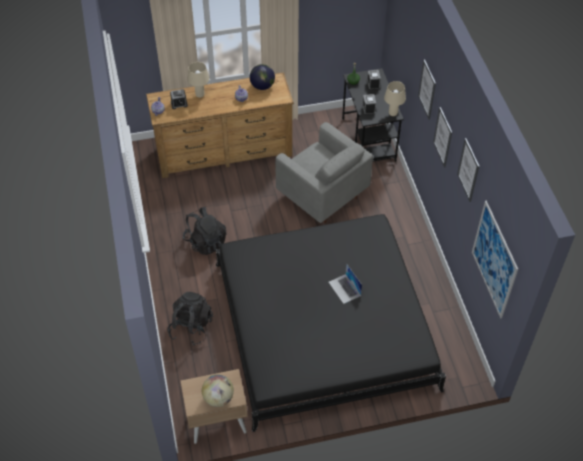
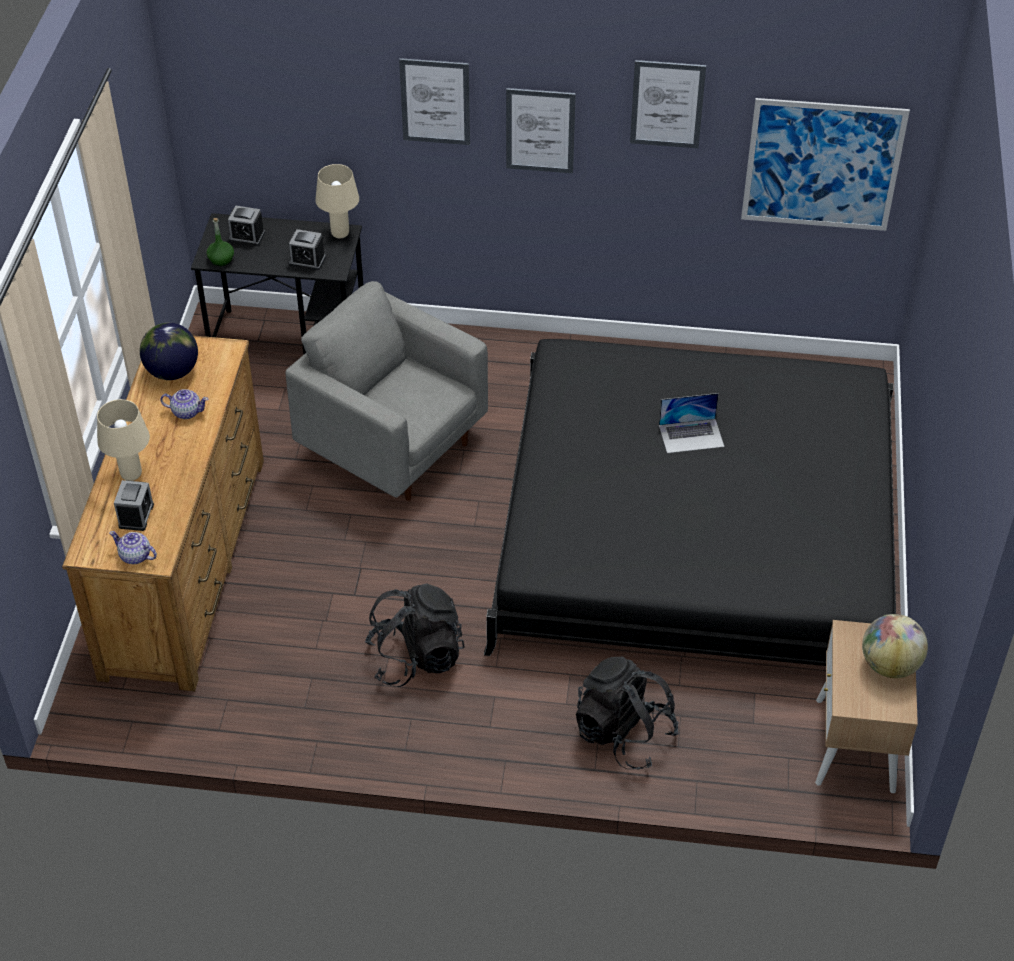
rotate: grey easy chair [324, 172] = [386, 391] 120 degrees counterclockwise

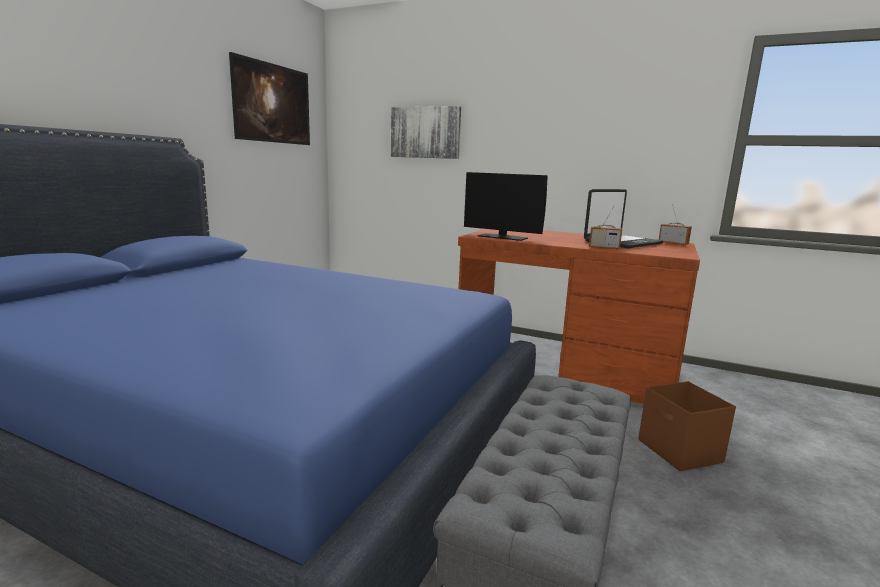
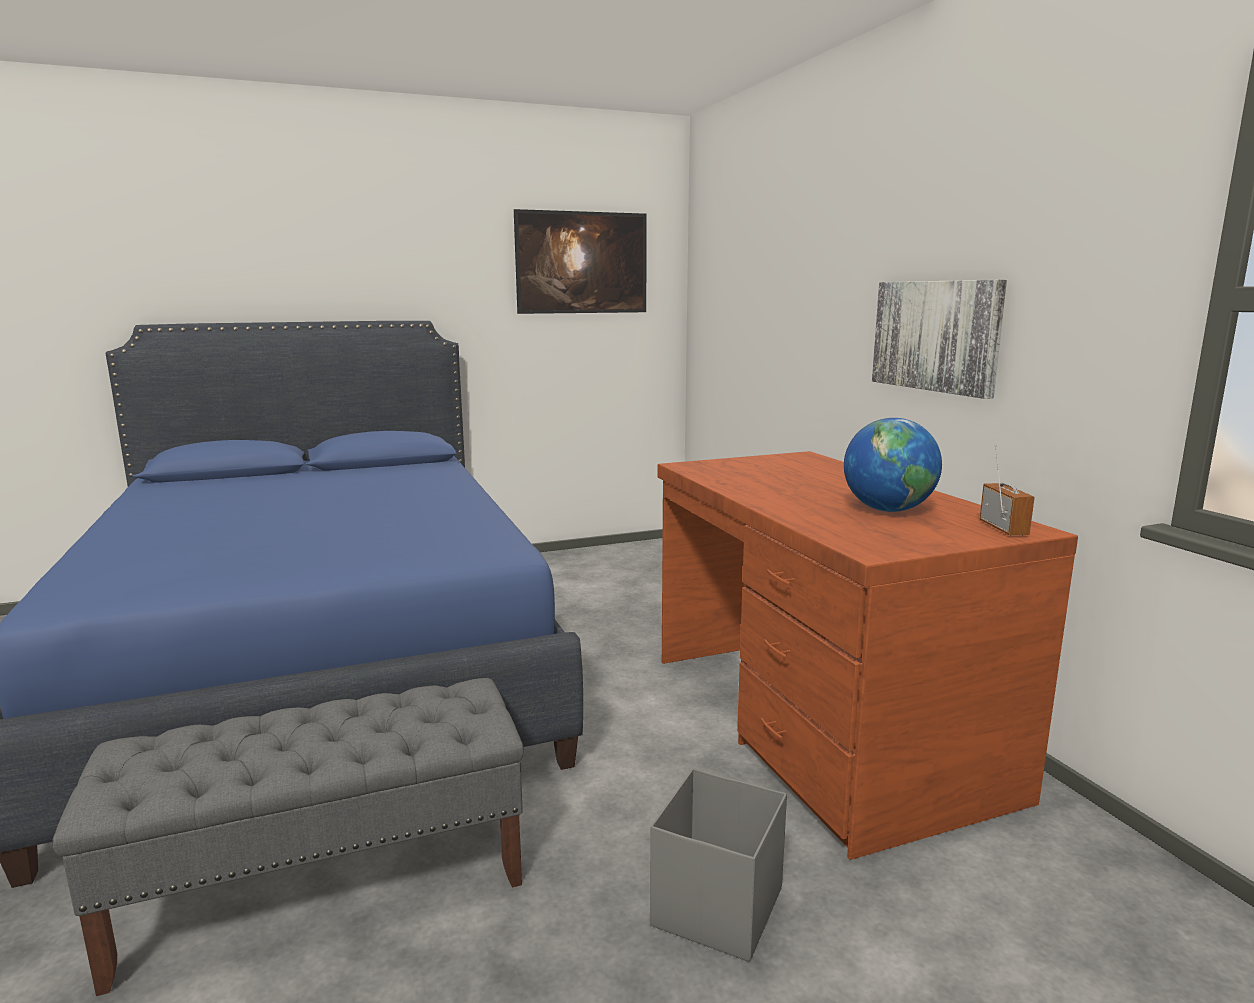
delete: computer display [506, 206]; radio set [605, 227]
move: picture [426, 132] to [939, 339]
replace: notebook computer [623, 218] to world globe [893, 465]
recolor: brown-coloured storage box [687, 426] to grey storage box [718, 865]

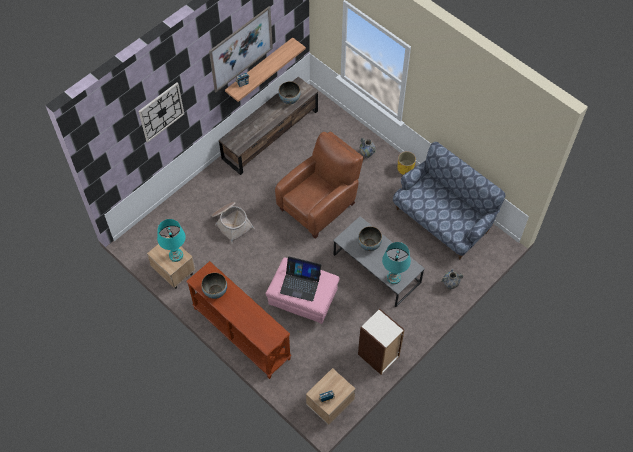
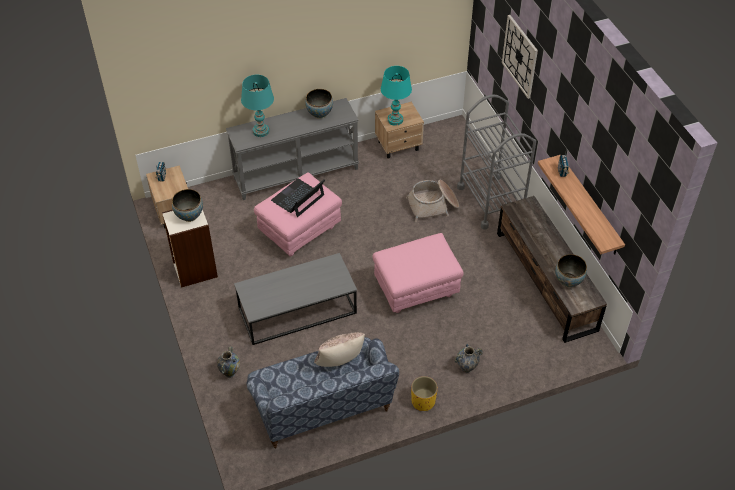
delete: picture [241, 49]
insert: beige throw pillow [339, 349]; grey wheeled cart [496, 161]
move: deep dish [370, 238] to [187, 205]; turquoise table lamp [396, 263] to [257, 106]
replace: brown-coloured easy chair [319, 185] to pink-coloured pouffe [418, 273]
recolor: brown-coloured console table [238, 320] to grey console table [292, 149]

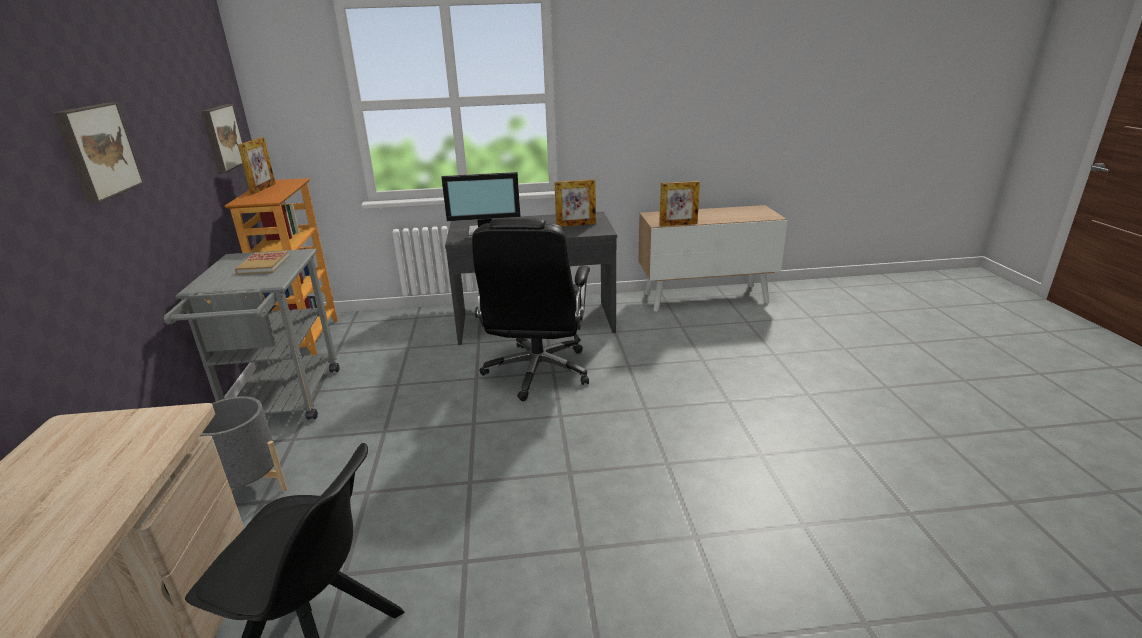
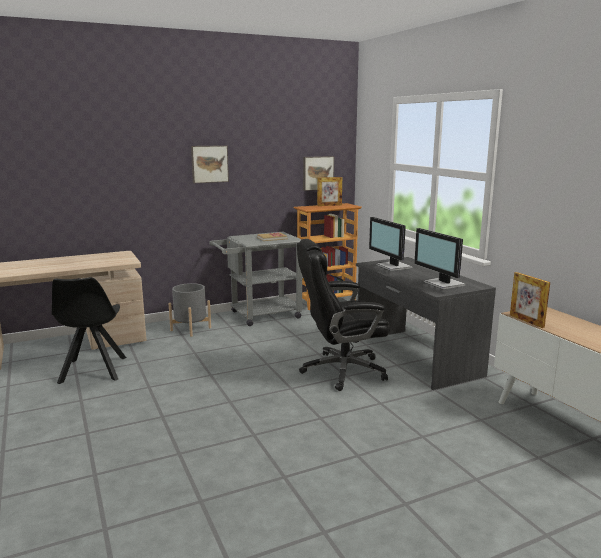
replace: picture frame [575, 203] to computer display [440, 258]

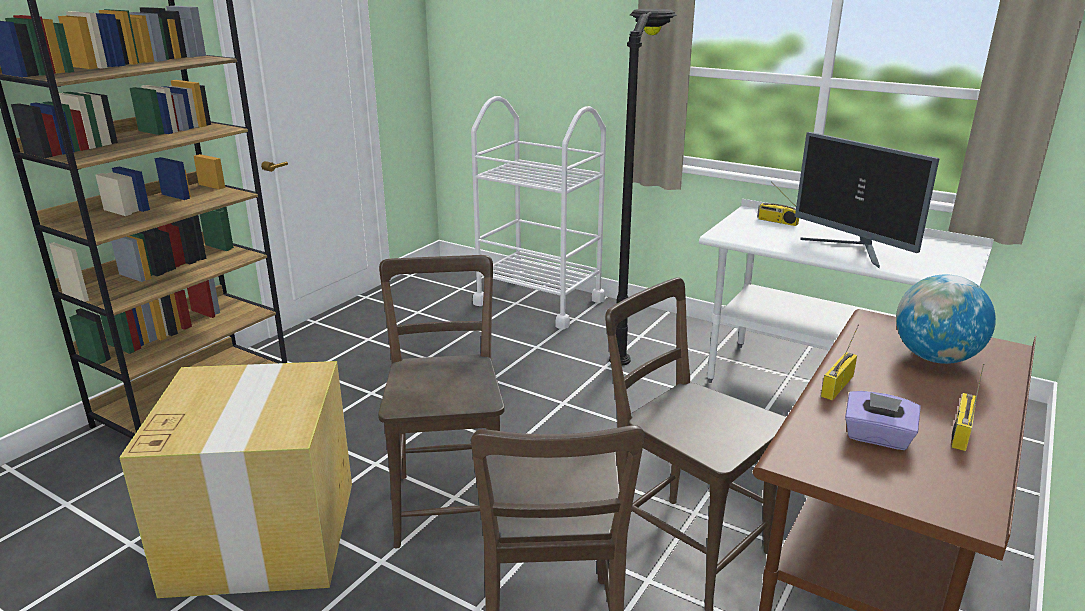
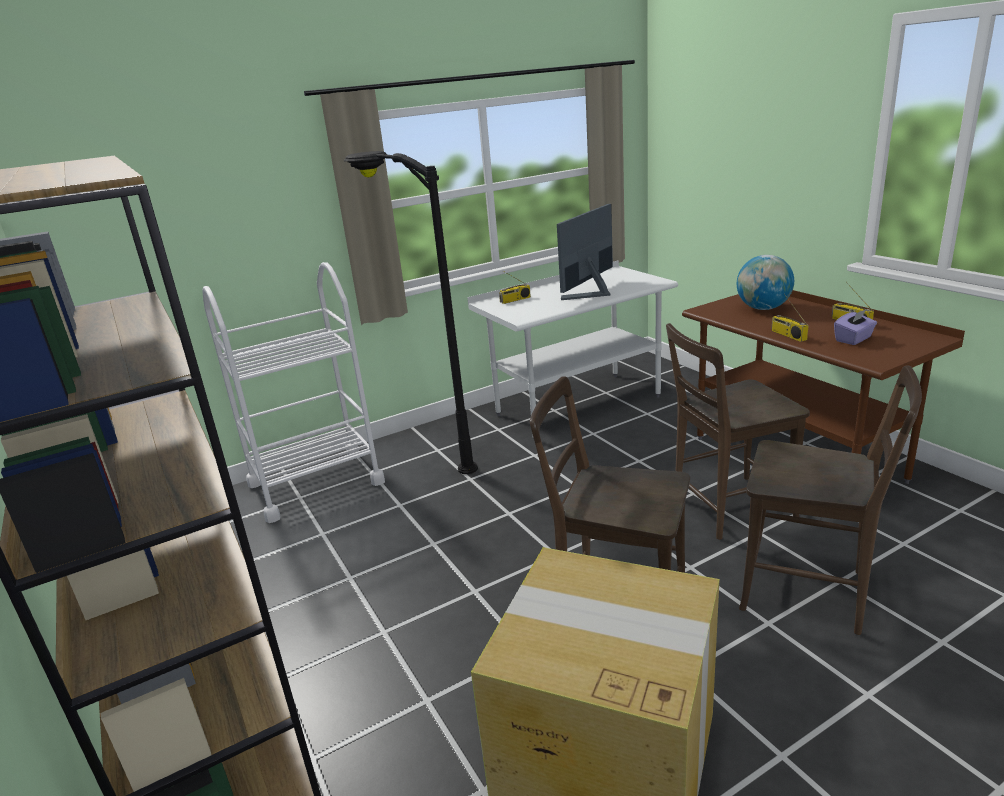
rotate: computer display [867, 200] = [585, 252] 135 degrees clockwise

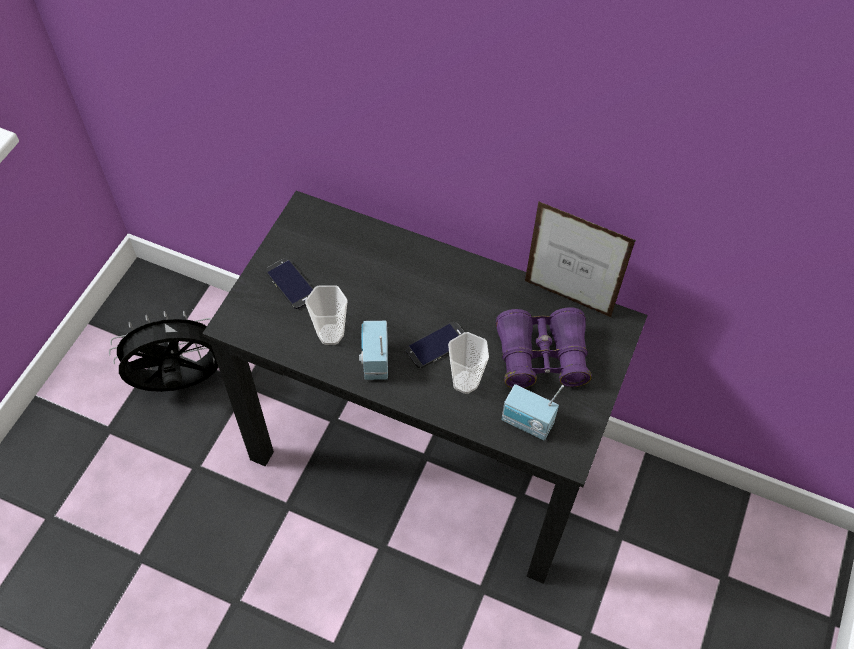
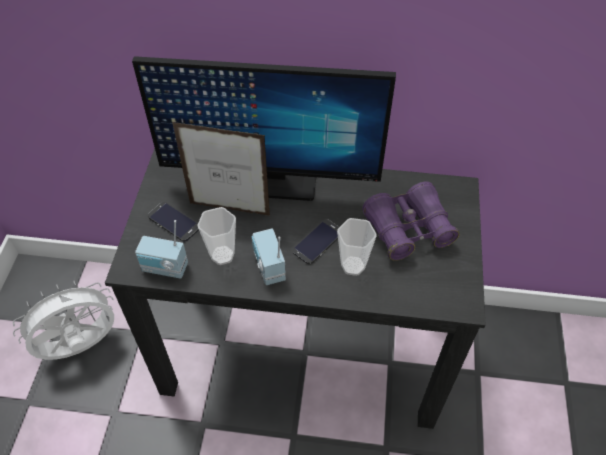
insert: computer display [264, 128]
move: radio set [532, 412] to [161, 249]; picture frame [580, 259] to [221, 169]
recolor: black electric fan [163, 351] to white electric fan [63, 320]

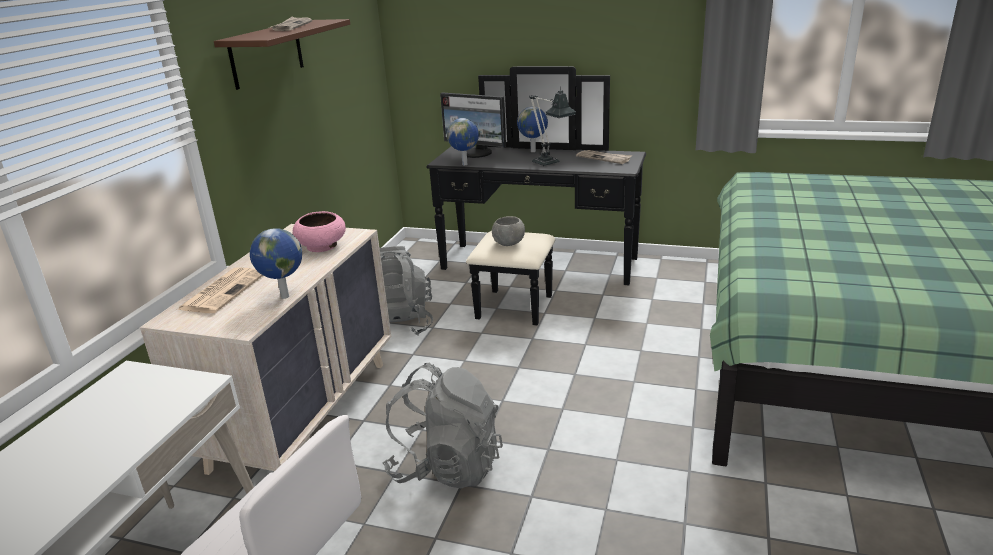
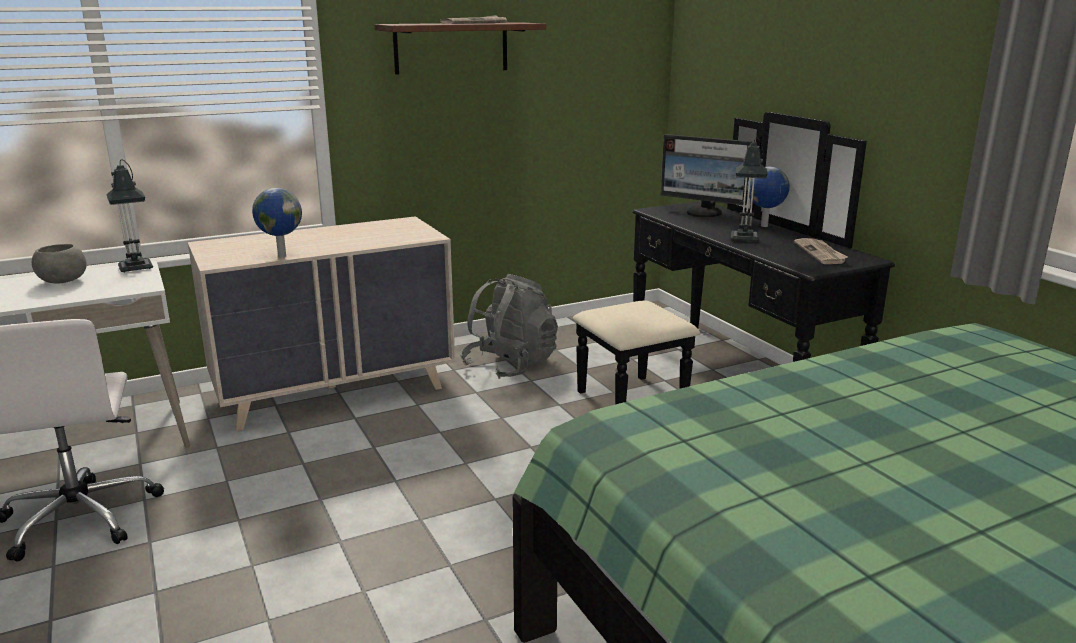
delete: daily paper [220, 290]; pink-coloured deep dish [319, 231]; grey rucksack [443, 425]; world globe [463, 142]
insert: table lamp [129, 215]
move: grey deep dish [508, 231] to [59, 264]
rotate: computer display [473, 125] = [706, 175] 45 degrees counterclockwise

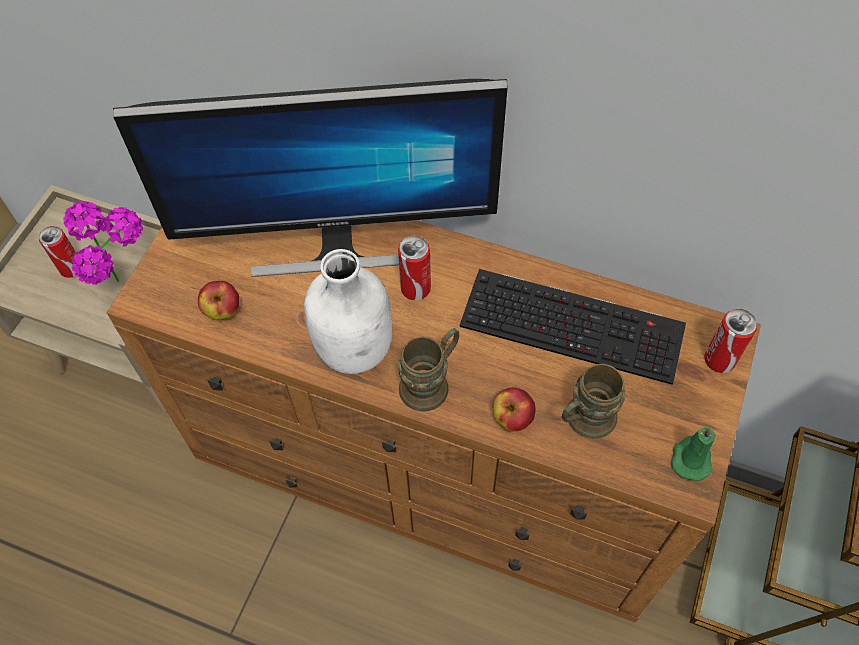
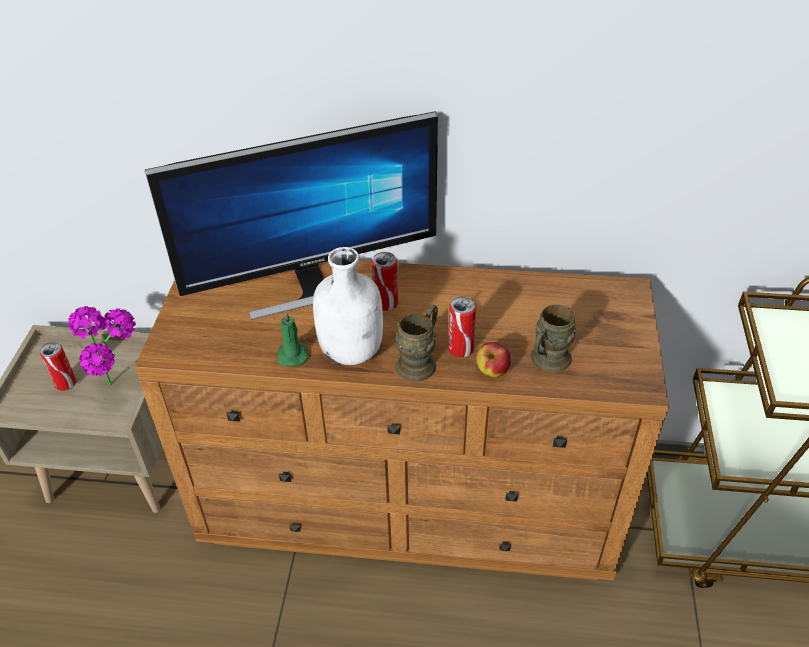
delete: apple fruit [218, 300]; PC keyboard [573, 327]
move: green-coloured candle [693, 453] to [292, 339]; sealed can [731, 341] to [462, 326]

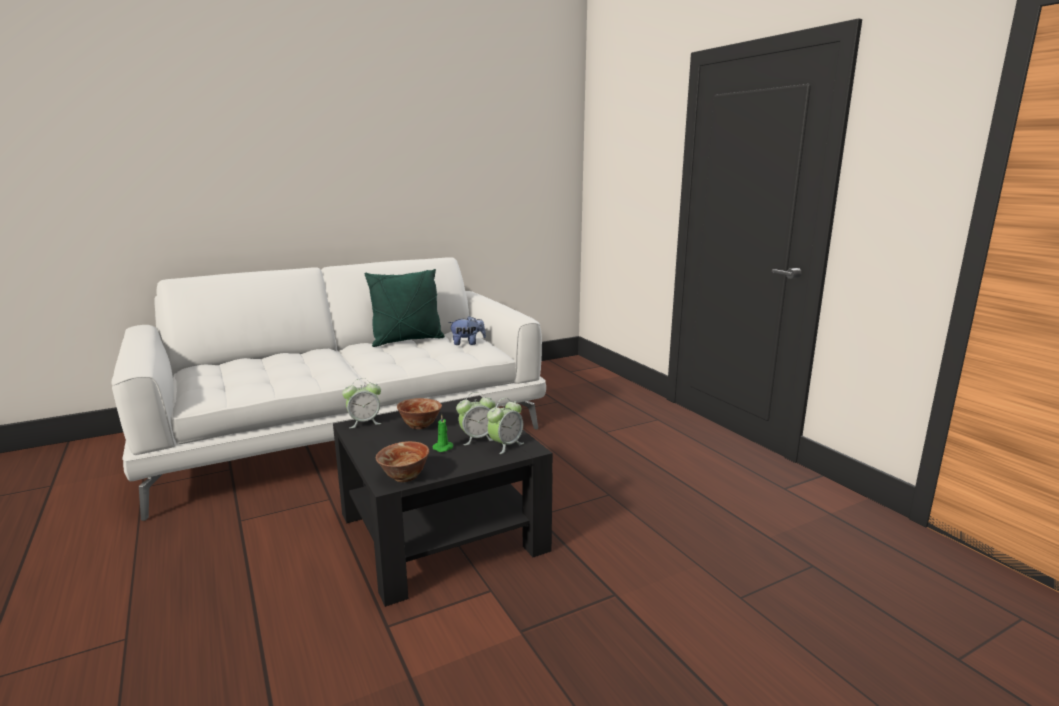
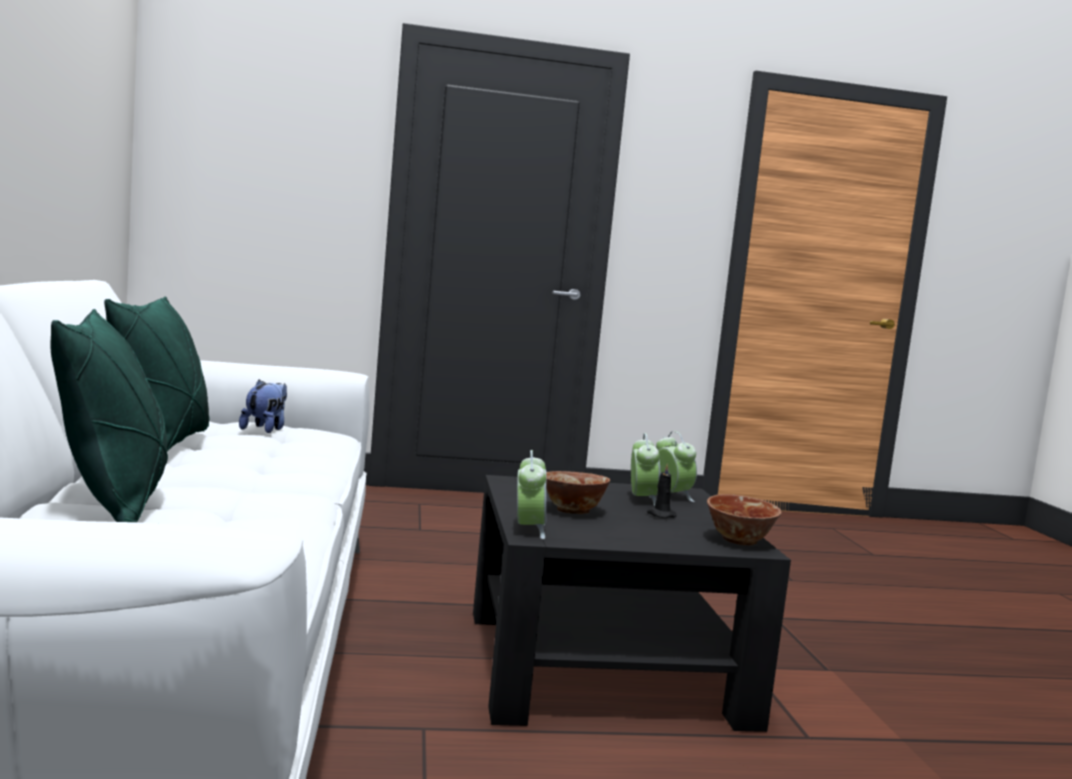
insert: green-coloured throw pillow [109, 415]
recolor: green-coloured candle [443, 433] to black candle [662, 490]

